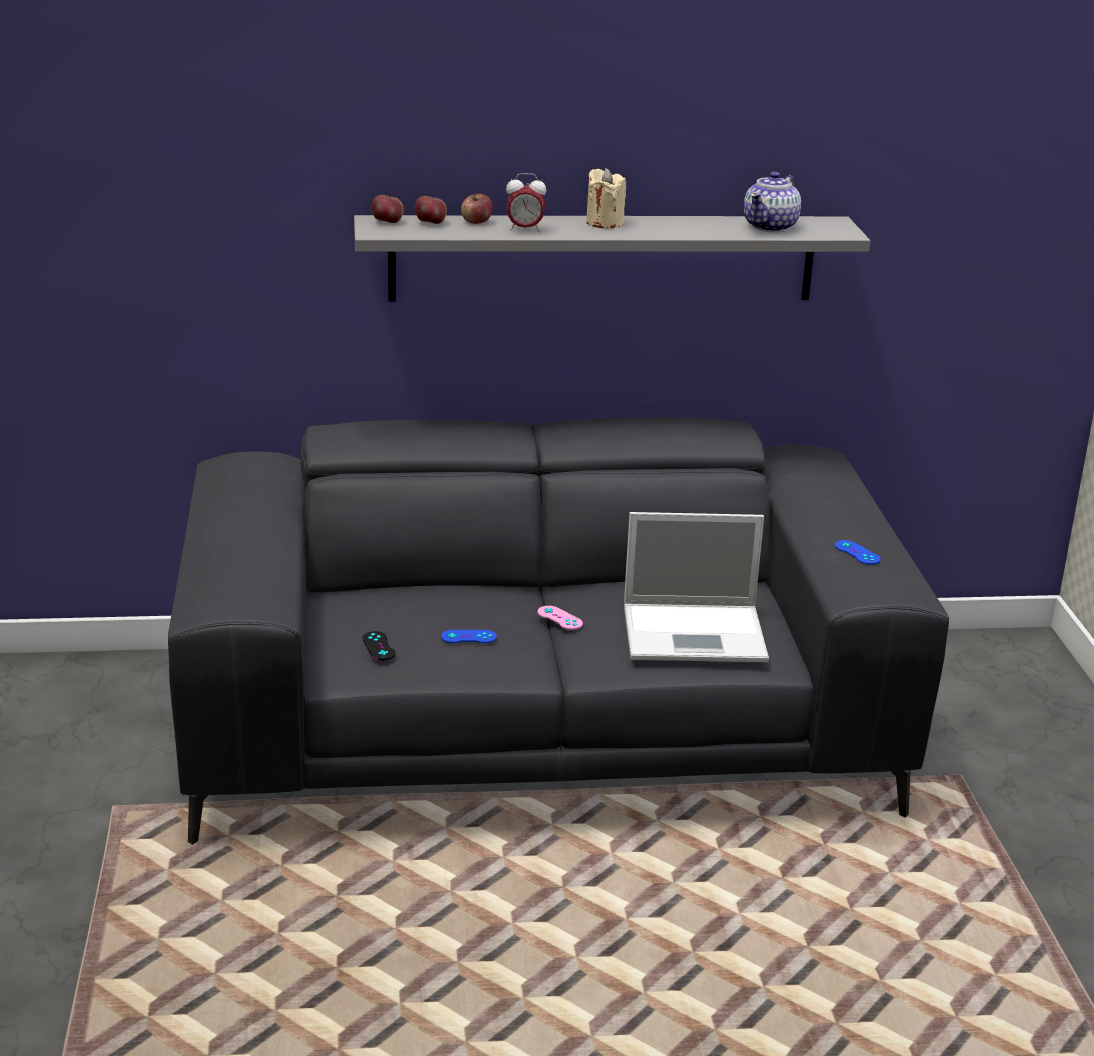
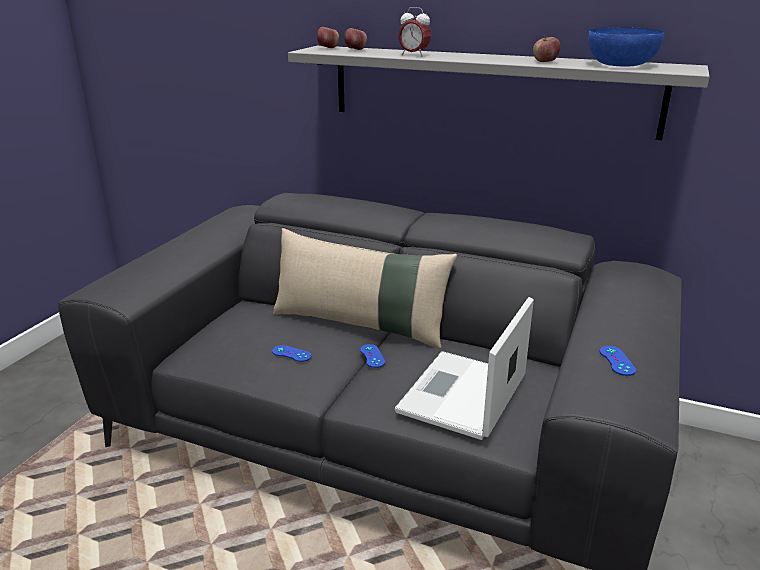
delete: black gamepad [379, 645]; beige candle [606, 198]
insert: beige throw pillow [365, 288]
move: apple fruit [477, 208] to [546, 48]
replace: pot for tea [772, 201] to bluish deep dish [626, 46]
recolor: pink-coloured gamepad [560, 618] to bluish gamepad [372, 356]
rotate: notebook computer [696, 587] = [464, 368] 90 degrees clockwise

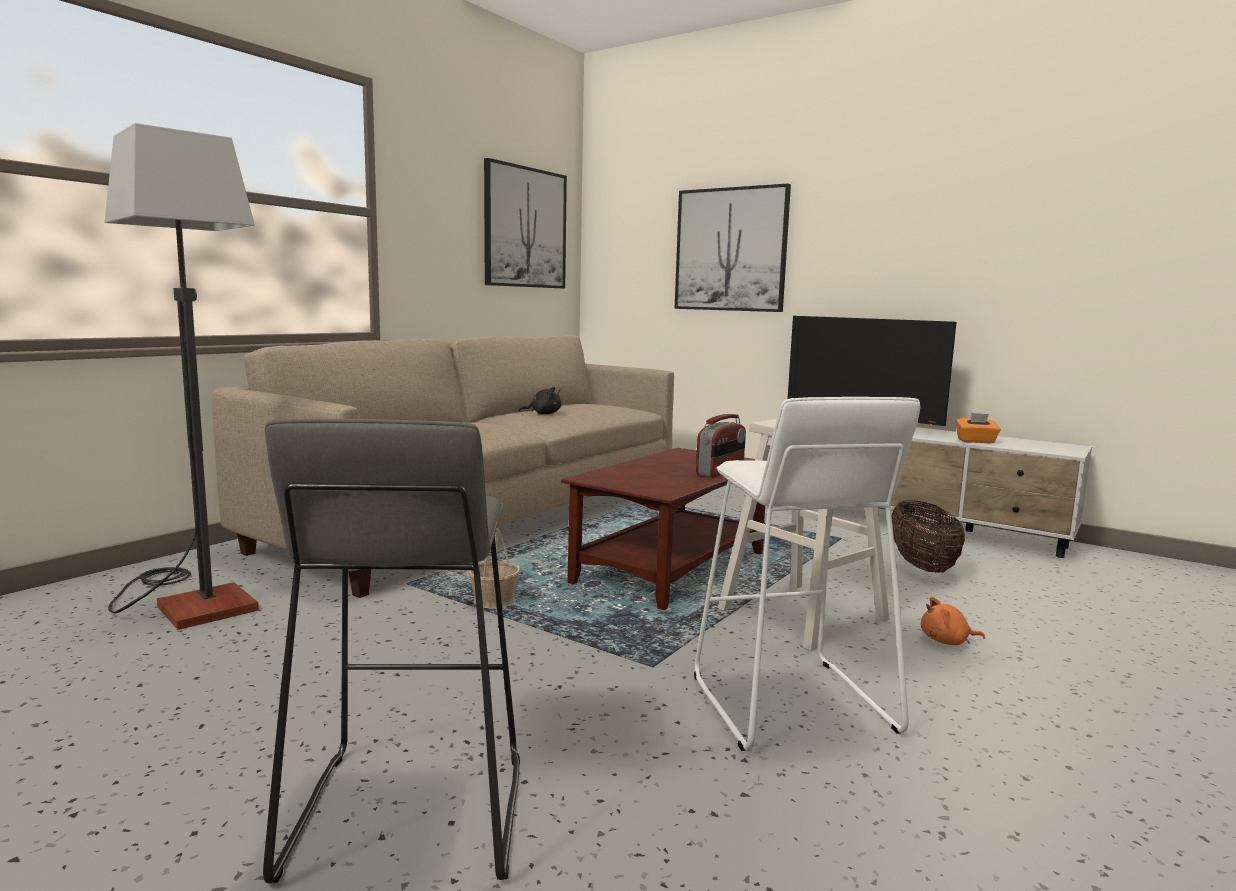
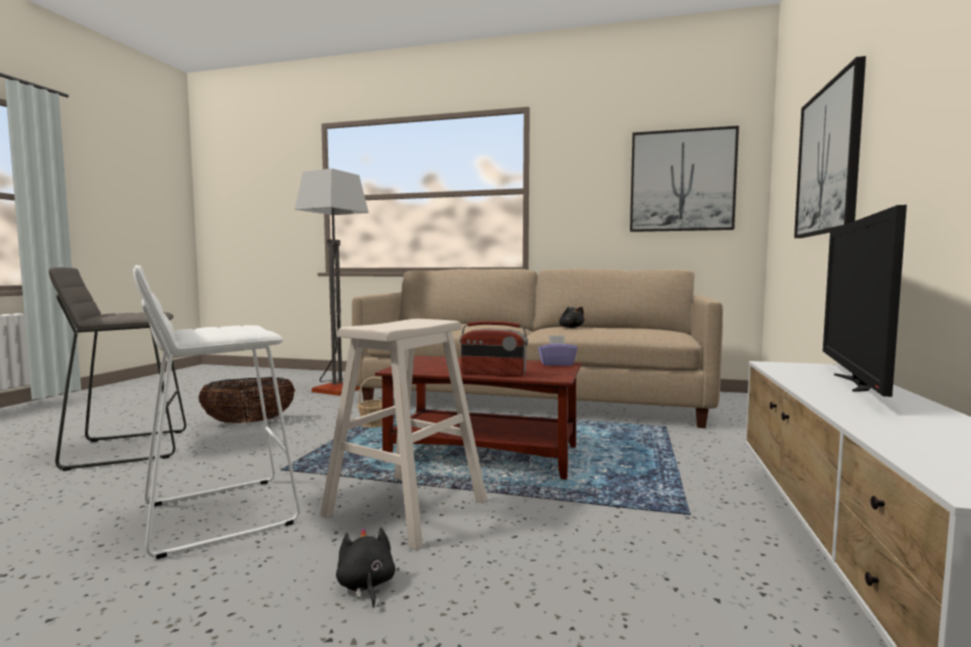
delete: orange-coloured box of tissues [978, 428]
insert: purple box of tissues [558, 350]
move: household basket [928, 536] to [247, 400]
recolor: orange-coloured cuddly toy [953, 621] to black cuddly toy [365, 567]

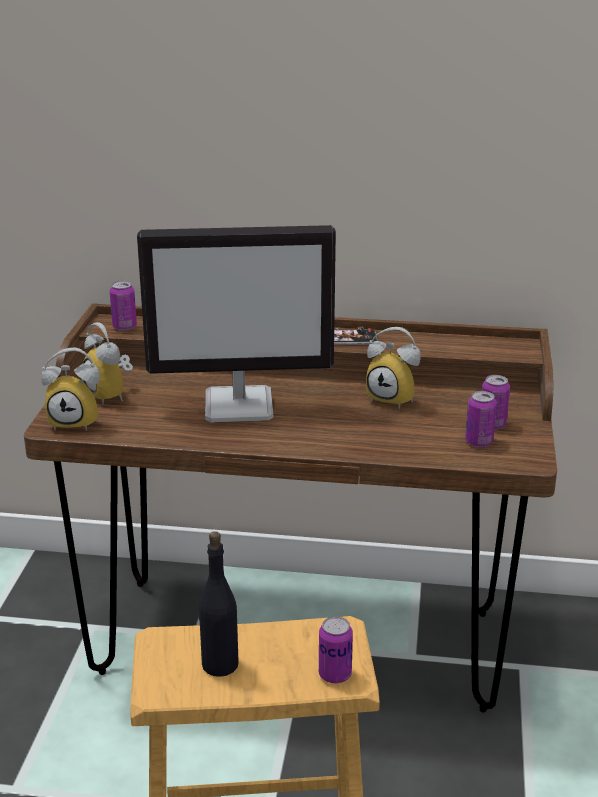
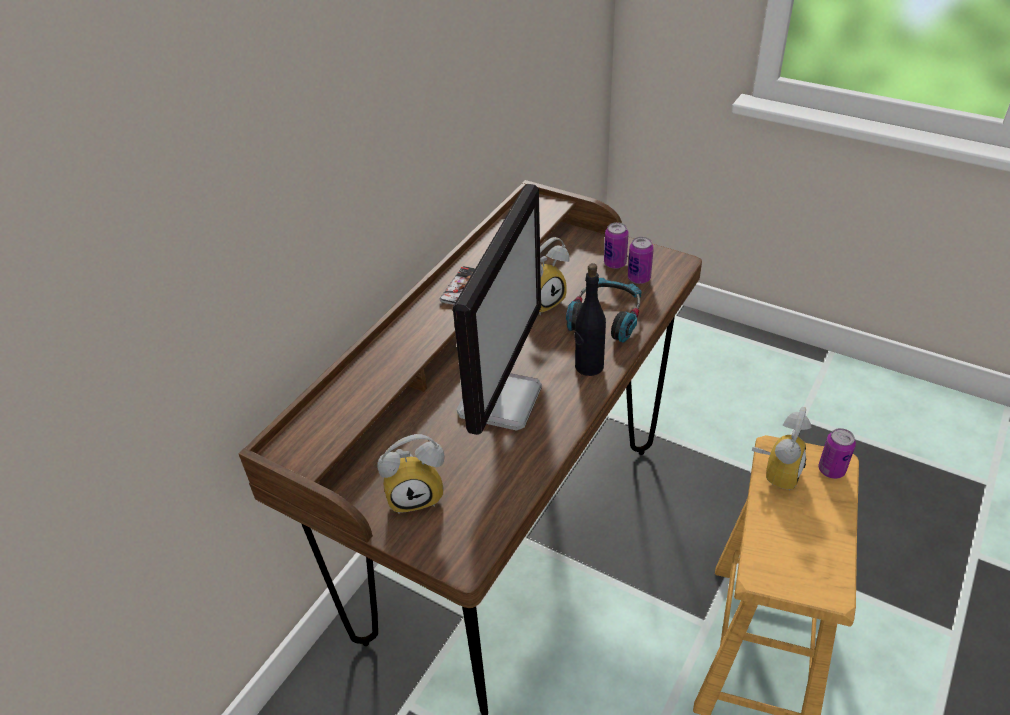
delete: sealed can [123, 306]
insert: headset [604, 310]
move: black bottle [219, 604] to [590, 319]; table clock [70, 389] to [781, 449]

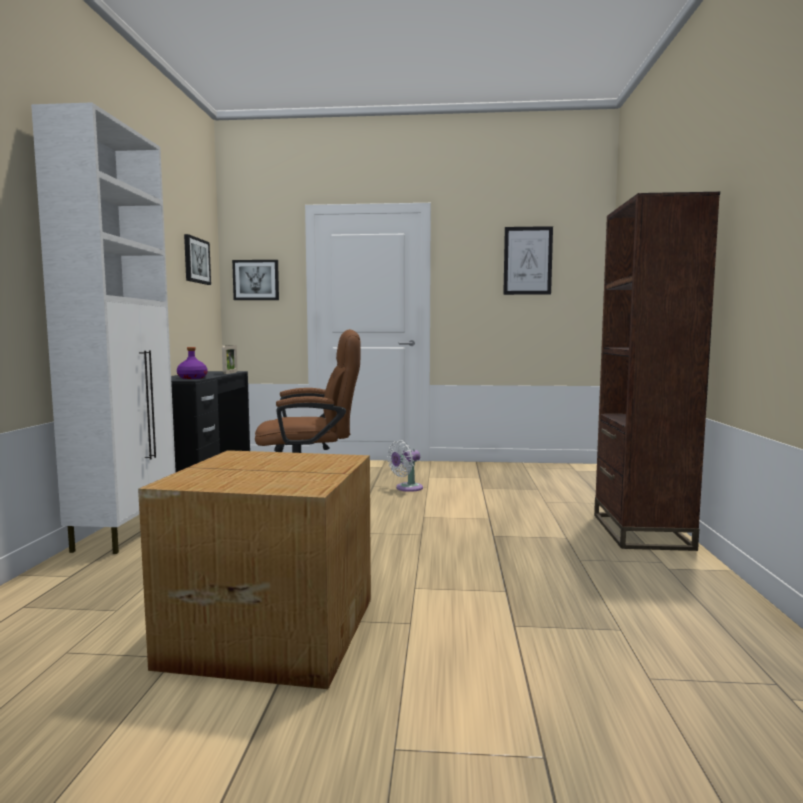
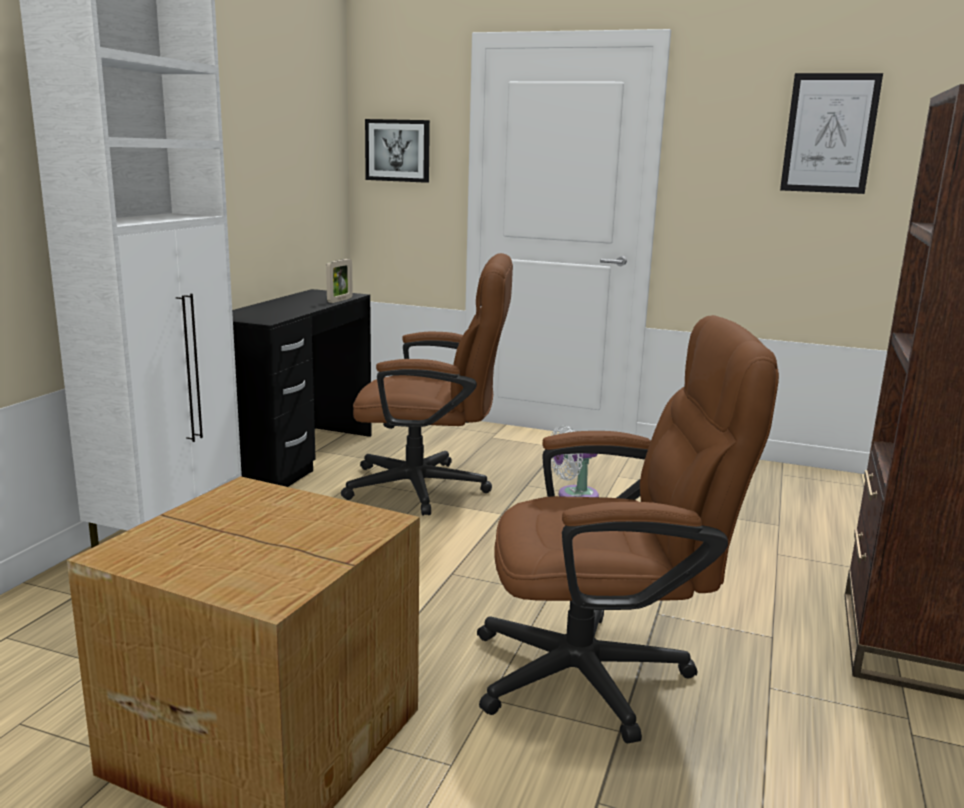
delete: purple bottle [192, 363]; picture [197, 259]
insert: brown-coloured computer chair [628, 529]

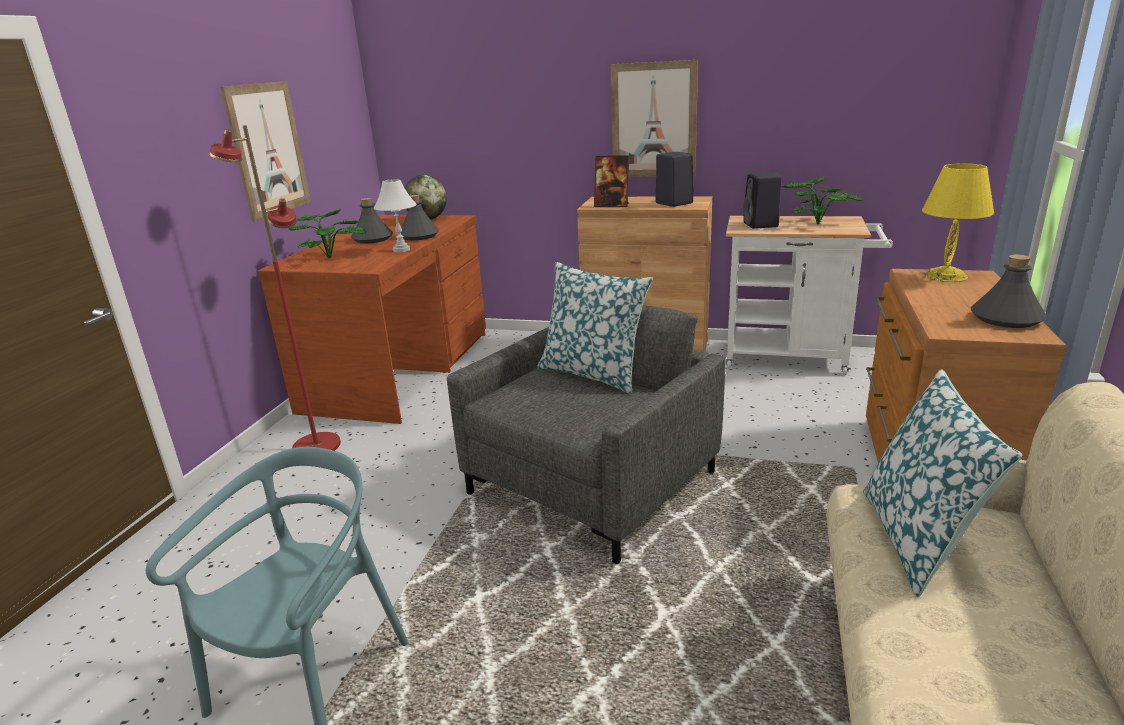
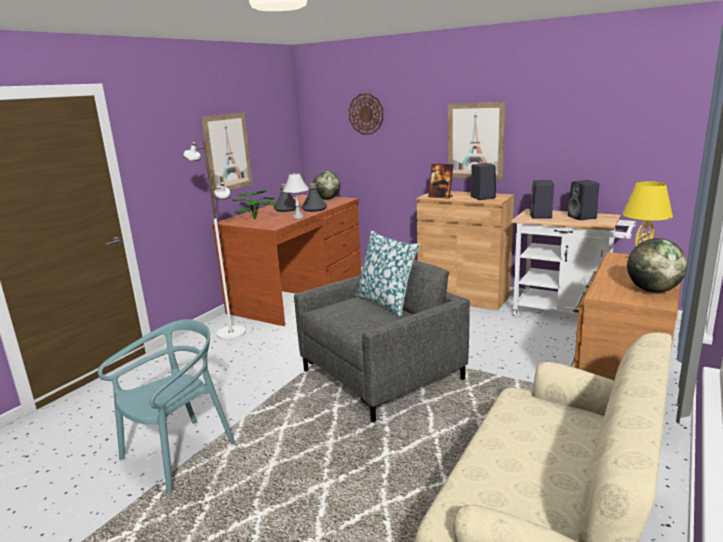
delete: throw pillow [942, 483]
insert: clock on the wall [366, 114]
replace: houseplant [822, 200] to black audio speaker [583, 200]; grey bottle [1009, 291] to world globe [657, 265]
recolor: red-coloured standing lamp [275, 288] to white standing lamp [214, 240]

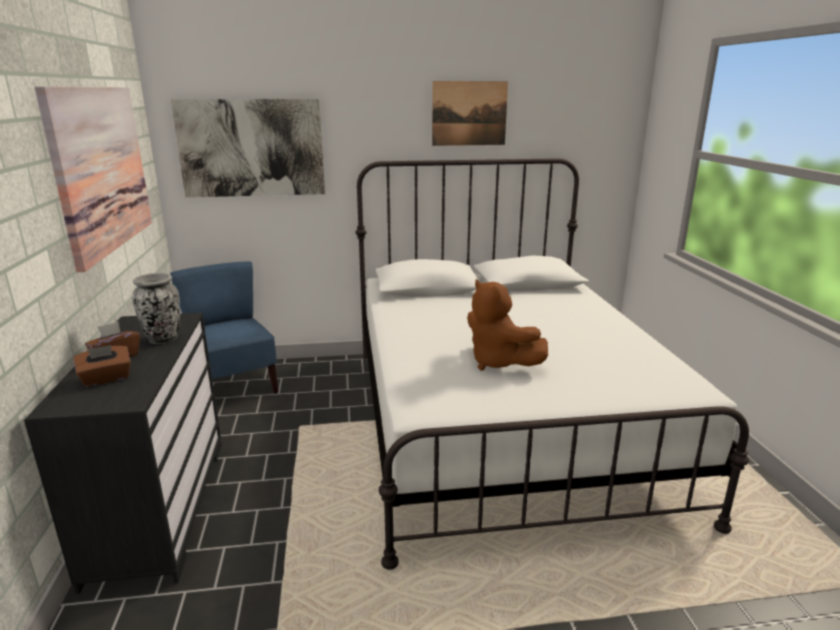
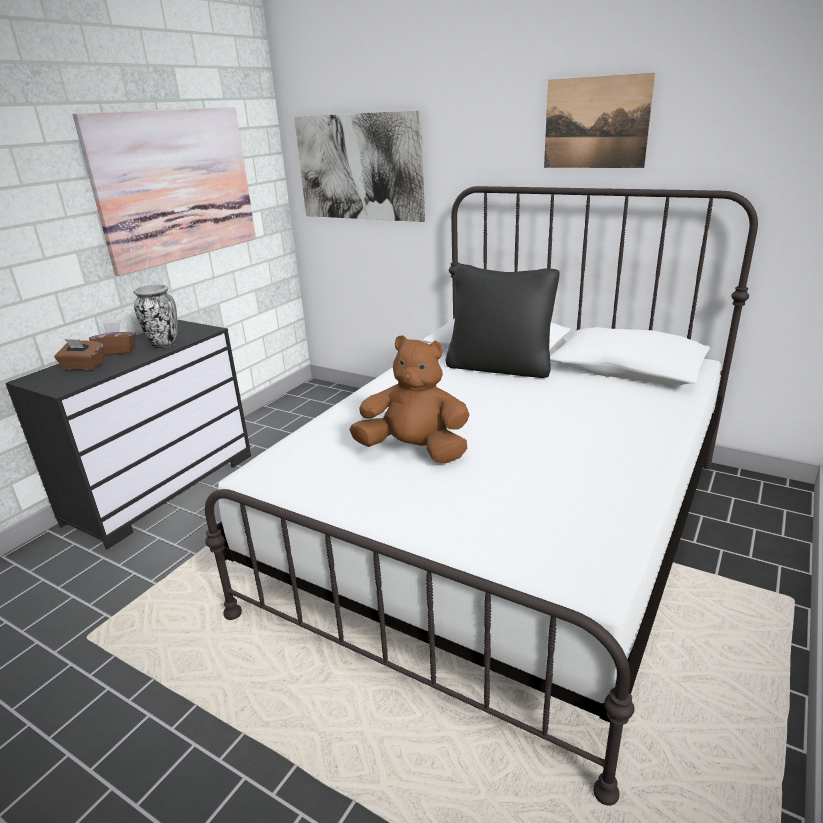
delete: bluish chair [224, 327]
insert: black throw pillow [503, 321]
rotate: brown-coloured cuddly toy [507, 325] = [409, 399] 105 degrees clockwise

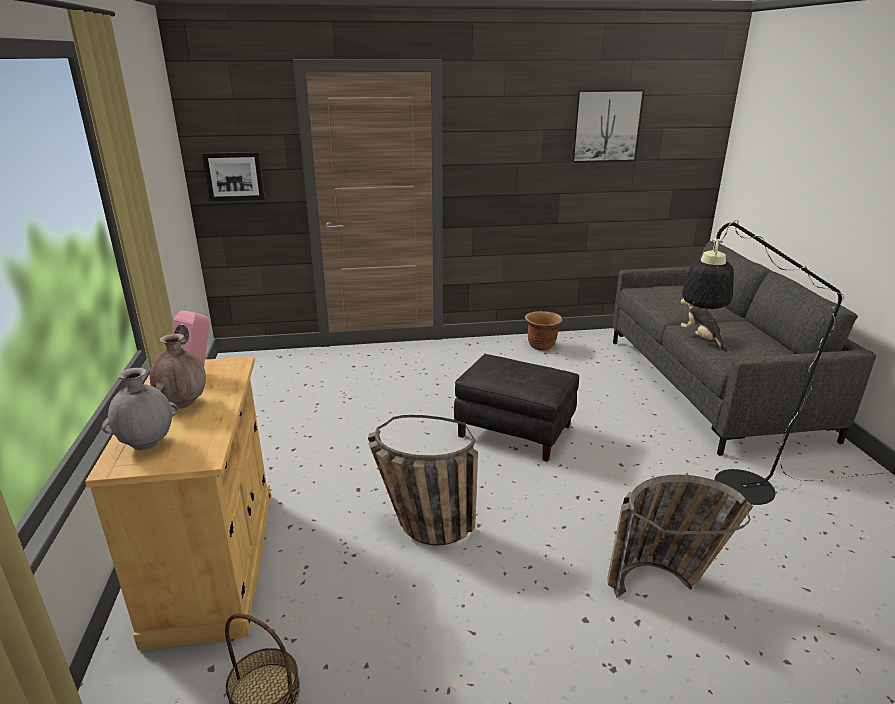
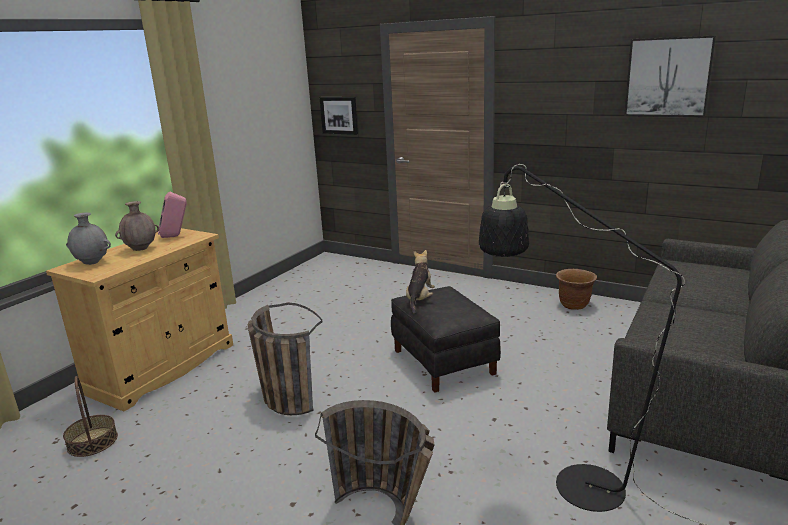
move: cuddly toy [705, 325] to [420, 281]

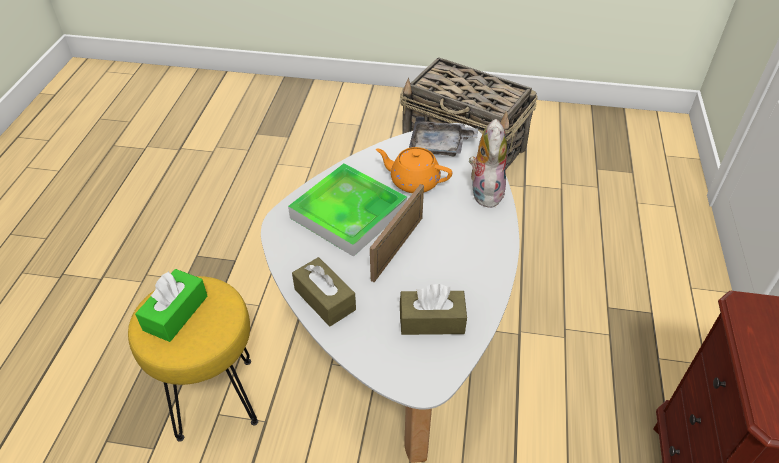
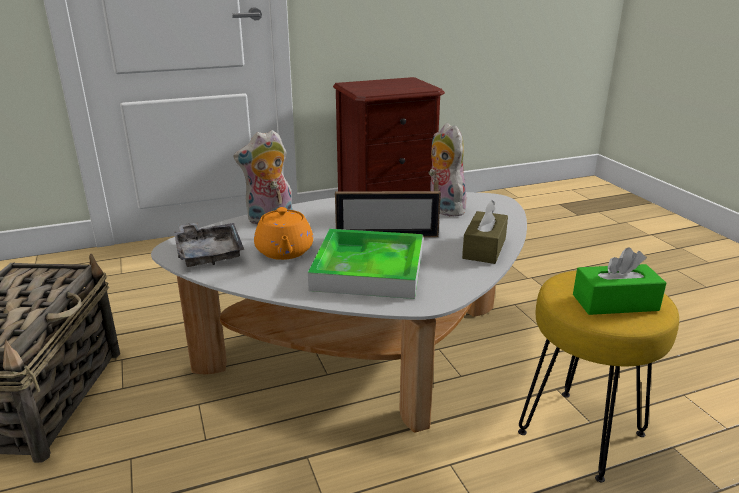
replace: brown-coloured box of tissues [433, 309] to cuddly toy [447, 169]

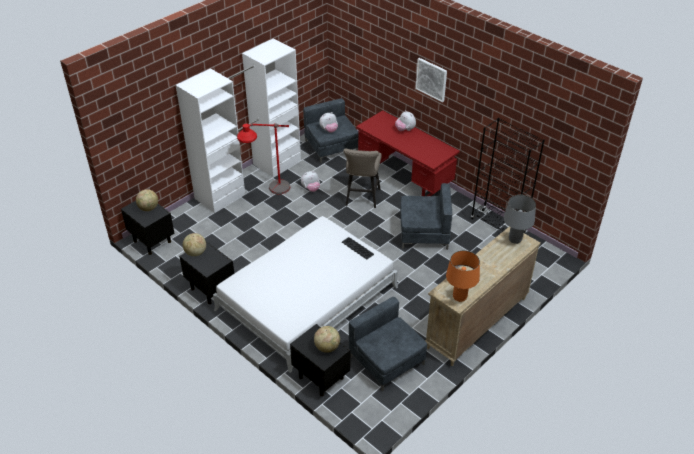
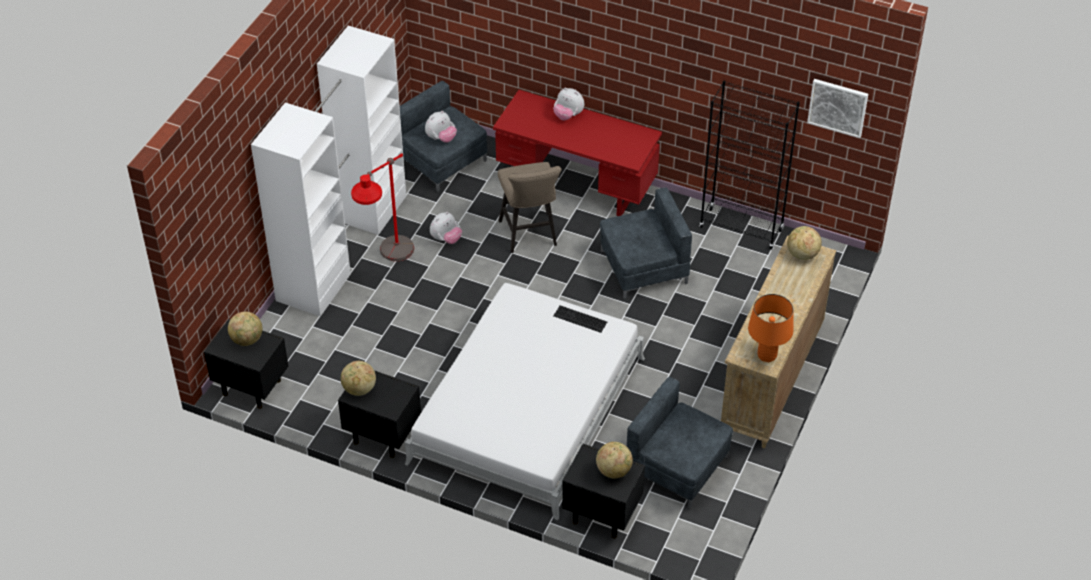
move: picture [431, 80] to [837, 108]
replace: grey table lamp [520, 219] to world globe [804, 243]

